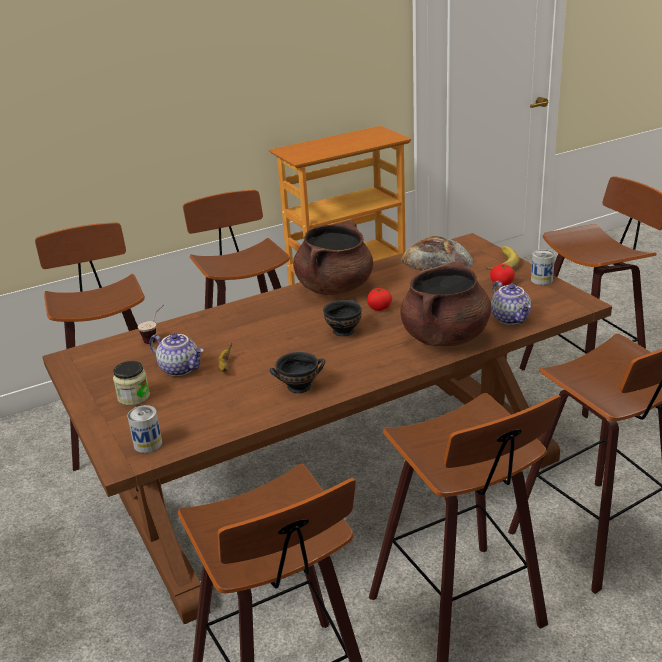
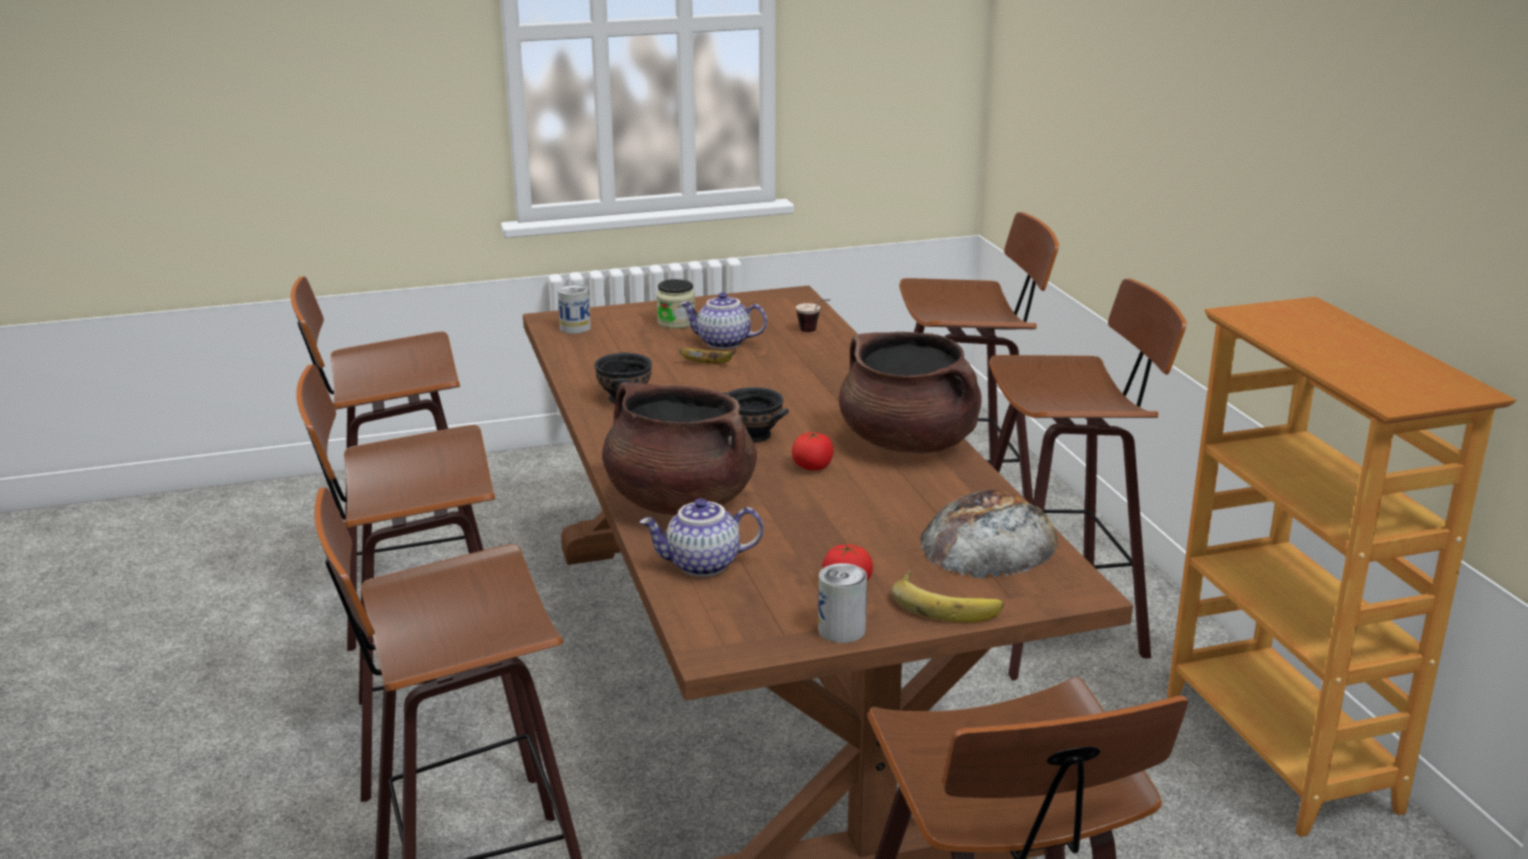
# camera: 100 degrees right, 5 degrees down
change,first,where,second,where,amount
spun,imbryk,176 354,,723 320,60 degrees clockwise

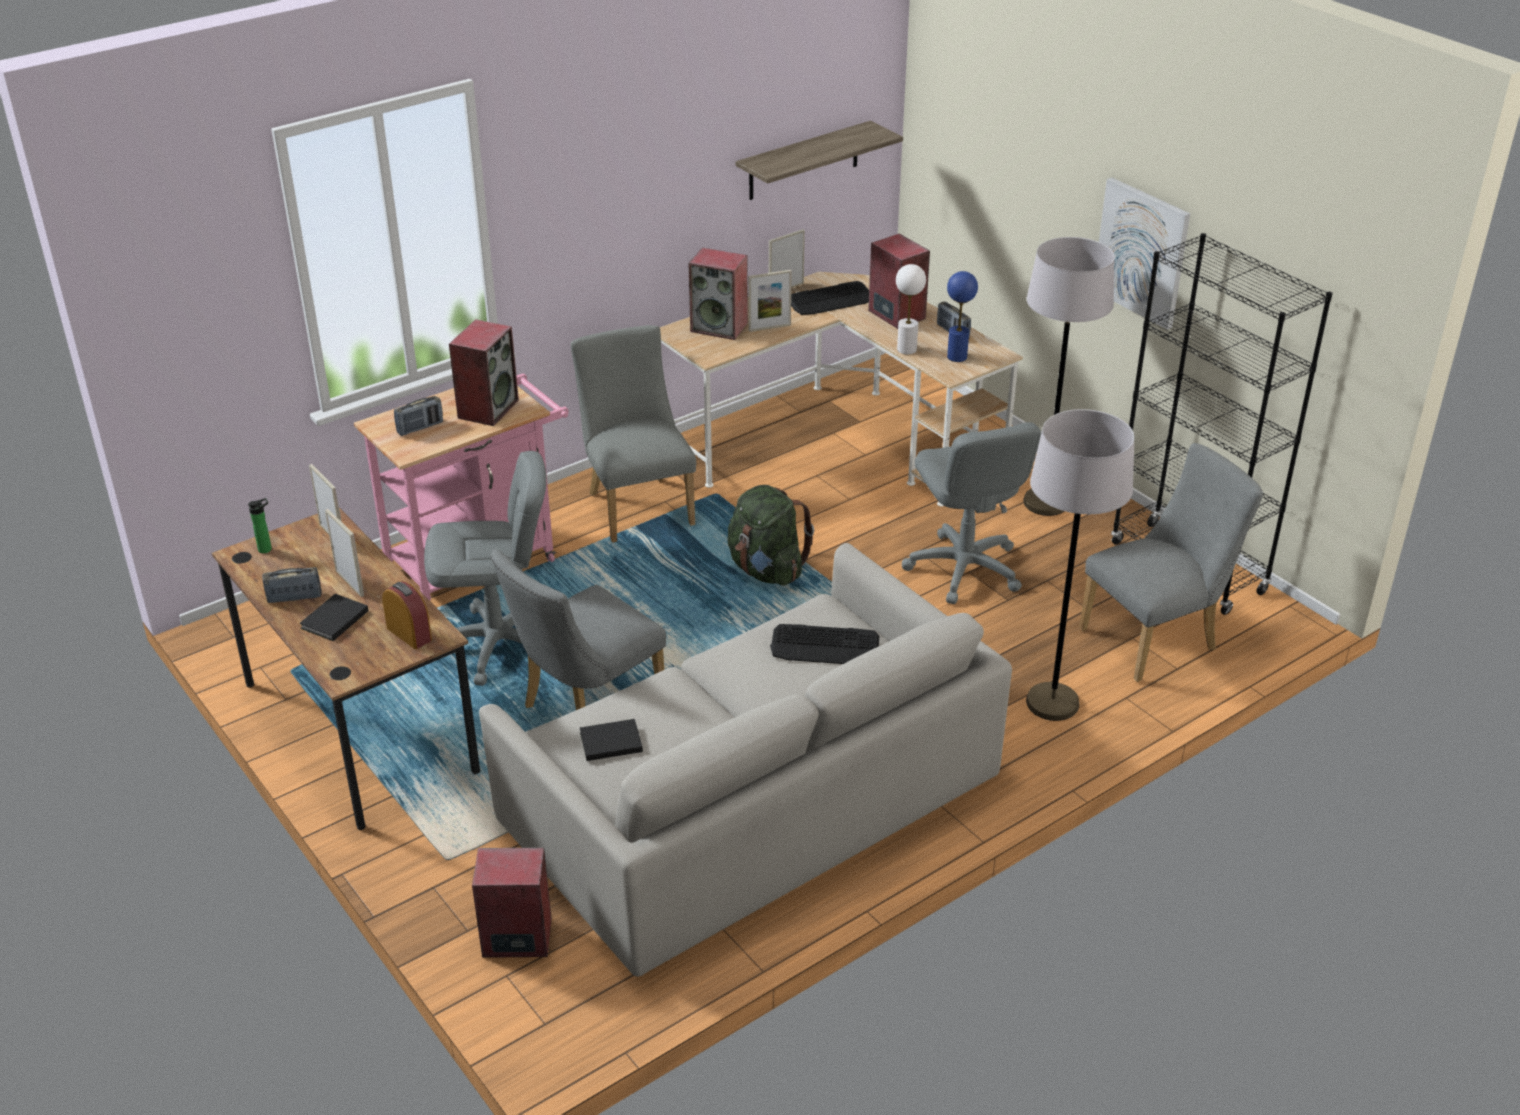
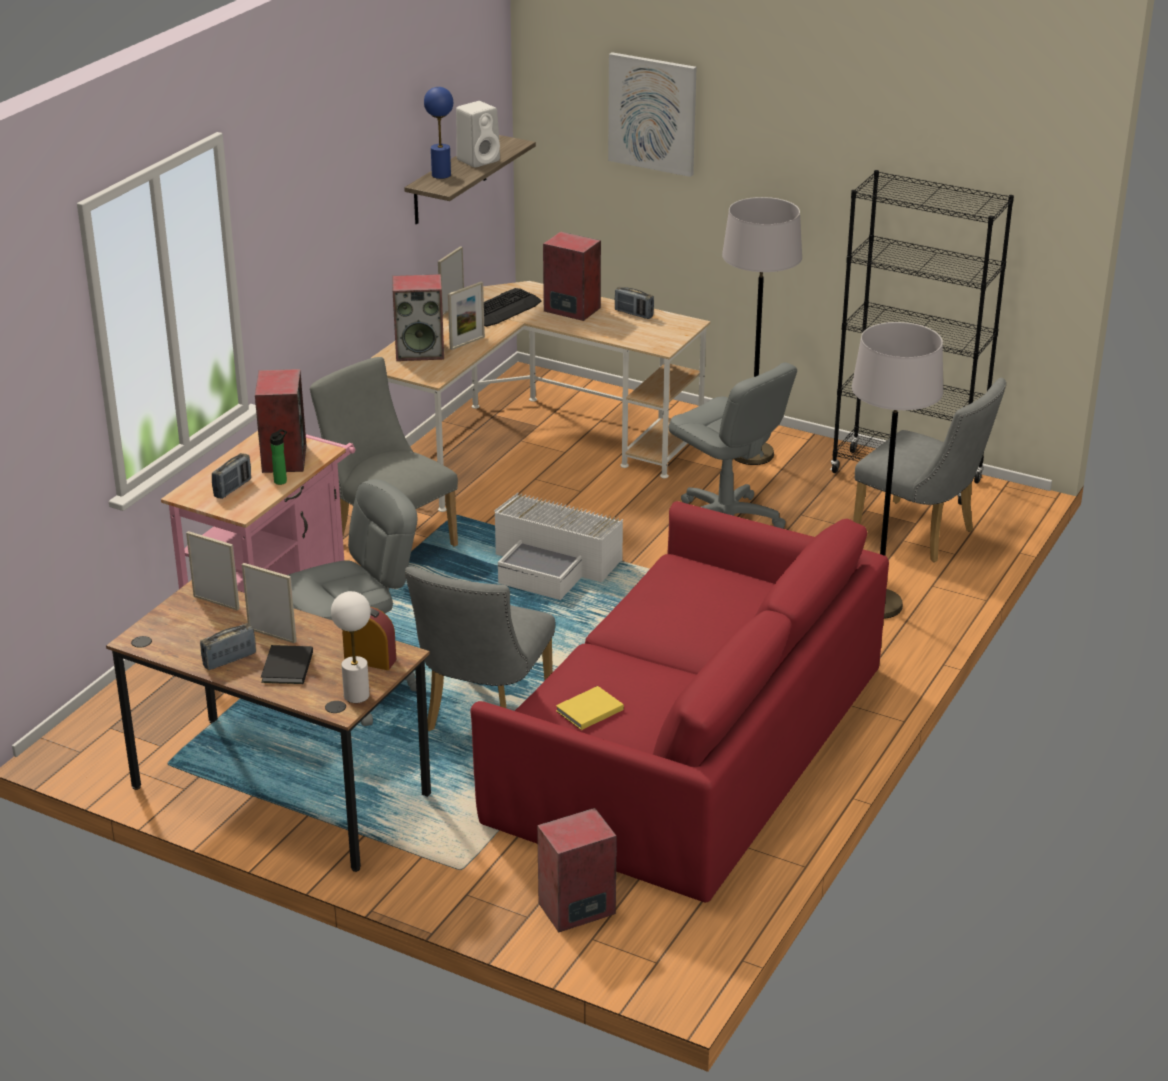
# camera: 25 degrees left, 5 degrees down
change,first,where,second,where,amount
relocated,butelka,260 525,,278 457,
colour,kanapa/szary,745 760,kanapa/czerwony,679 701,
colour,książka/czarny,611 740,książka/żółty,590 708,
exchanged,plecak/zielony,771 535,pojemnik do przechowywania/biały,558 546,
missing,klawiatura,824 644,,,
relocated,lampa stołowa/biały,911 309,,351 647,
relocated,lampa stołowa/niebieski,962 316,,438 133,
spun,krzesło/szary,1171 562,,929 470,90 degrees clockwise
relocated,obraz,1144 253,,652 114,
appeared,,,głośnik/biały,478 134,

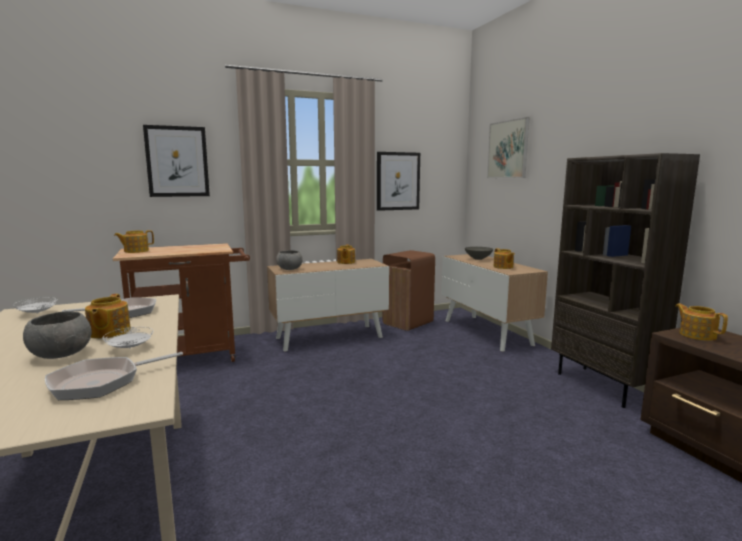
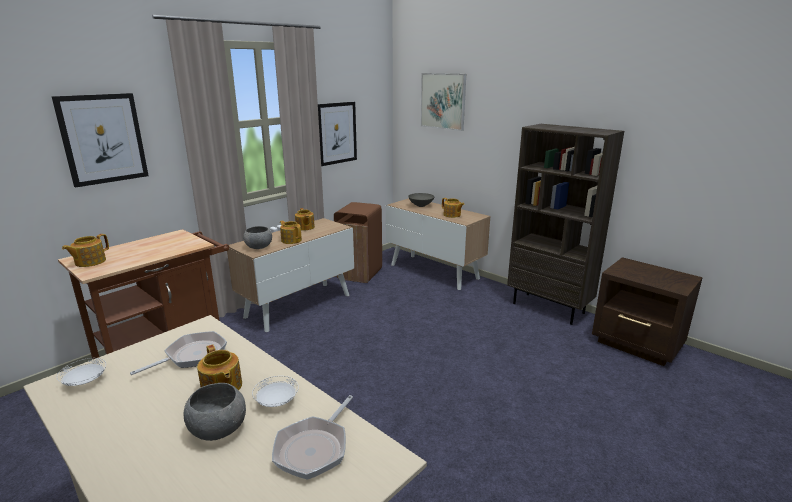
# camera: 25 degrees left, 10 degrees up
change,first,where,second,where,amount
relocated,imbryk,701 322,,291 232,

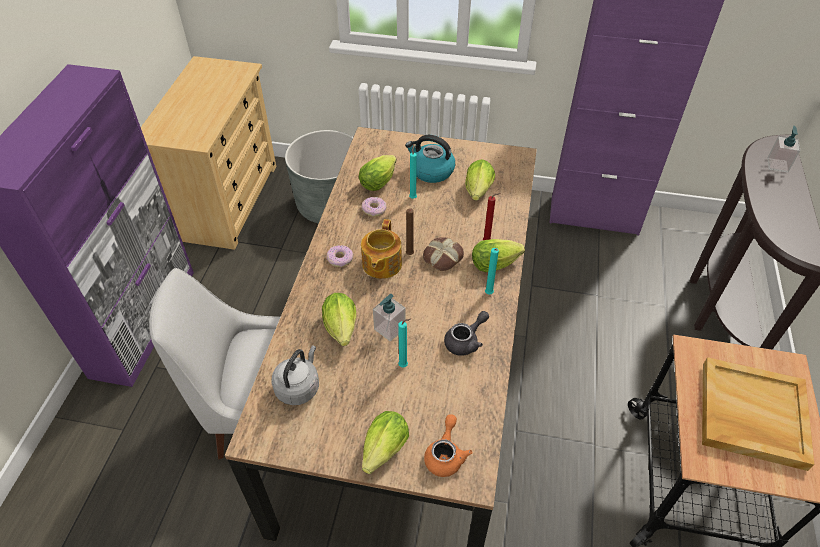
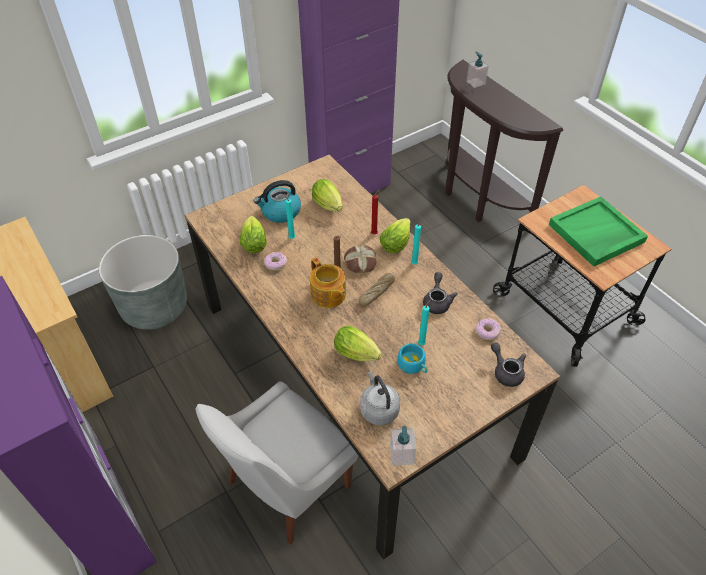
# camera: 45 degrees left, 0 degrees up
change,first,where,second,where,amount
relocated,donut,339 256,,488 329,
missing,sałata,385 442,,,
relocated,dozownik mydła,389 318,,403 446,
colour,imbryk/pomarańczowy,448 445,imbryk/szary,508 364,
colour,taca/beżowy,758 414,taca/zielony,598 232,
appeared,,,chleb,376 290,
appeared,,,filiżanka/turkusowy,412 359,

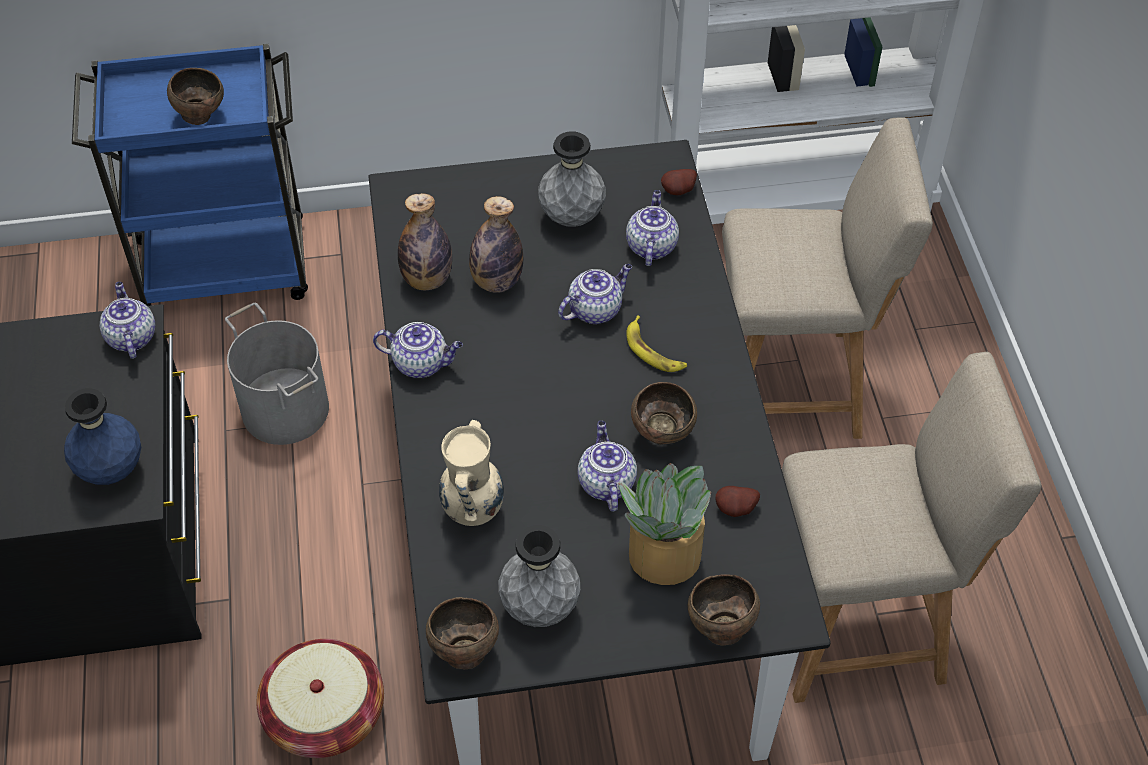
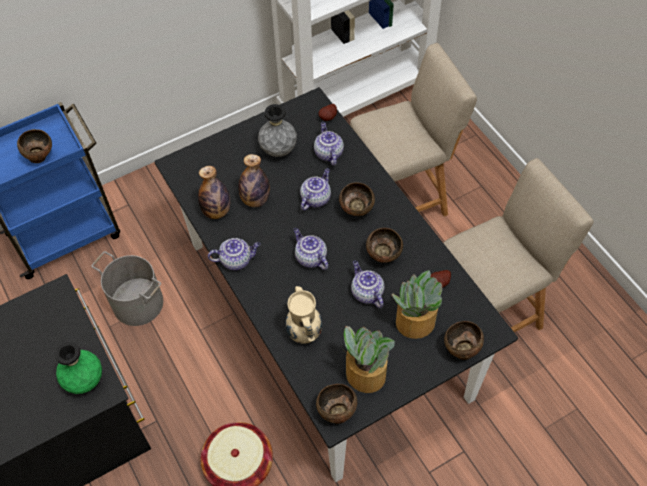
# camera: 20 degrees left, 5 degrees up
change,first,where,second,where,amount
colour,wazon/niebieski,102 436,wazon/zielony,78 368,
relocated,imbryk,127 320,,310 249,
exchanged,wazon/szary,539 576,roślina doniczkowa,367 359,
exchanged,banan,656 343,miska/brązowy,357 199,

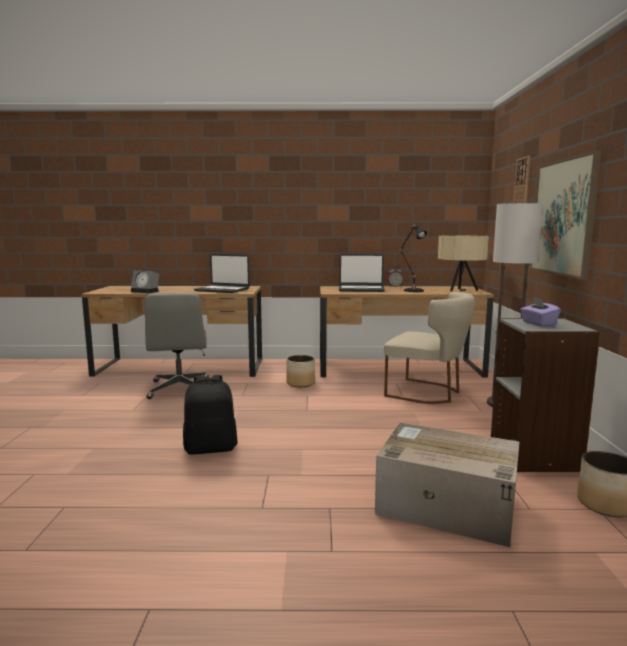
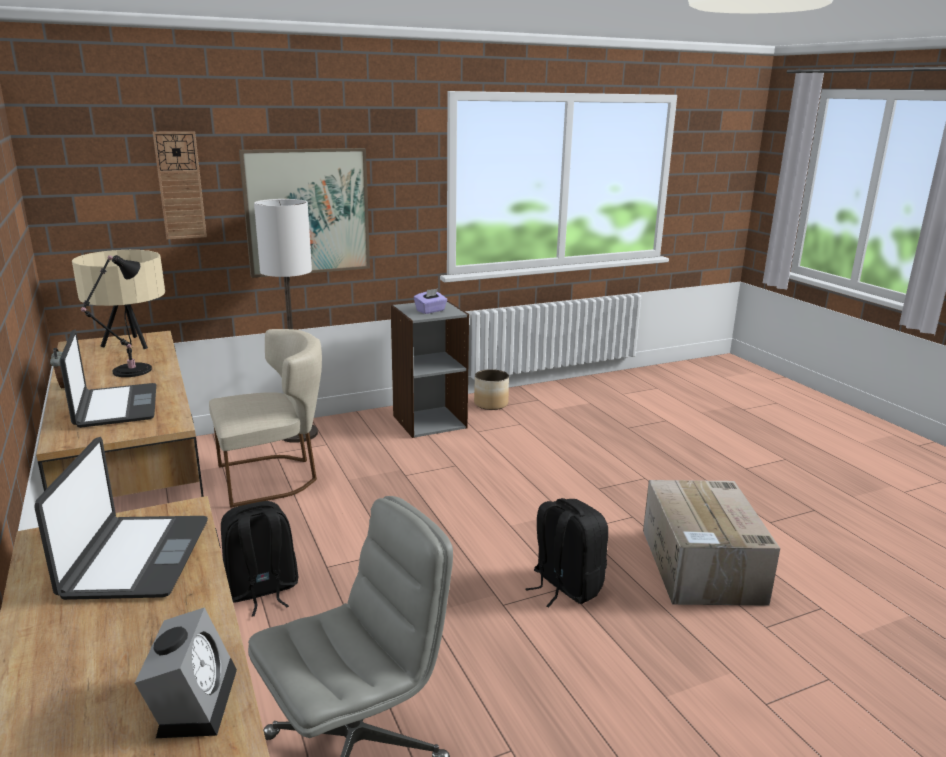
# camera: 115 degrees left, 10 degrees up
change,first,where,second,where,amount
exchanged,donica,300 371,plecak/czarny,259 558,
relocated,karton,447 484,,711 543,
spun,krzesło/beżowy,429 348,,265 418,60 degrees clockwise

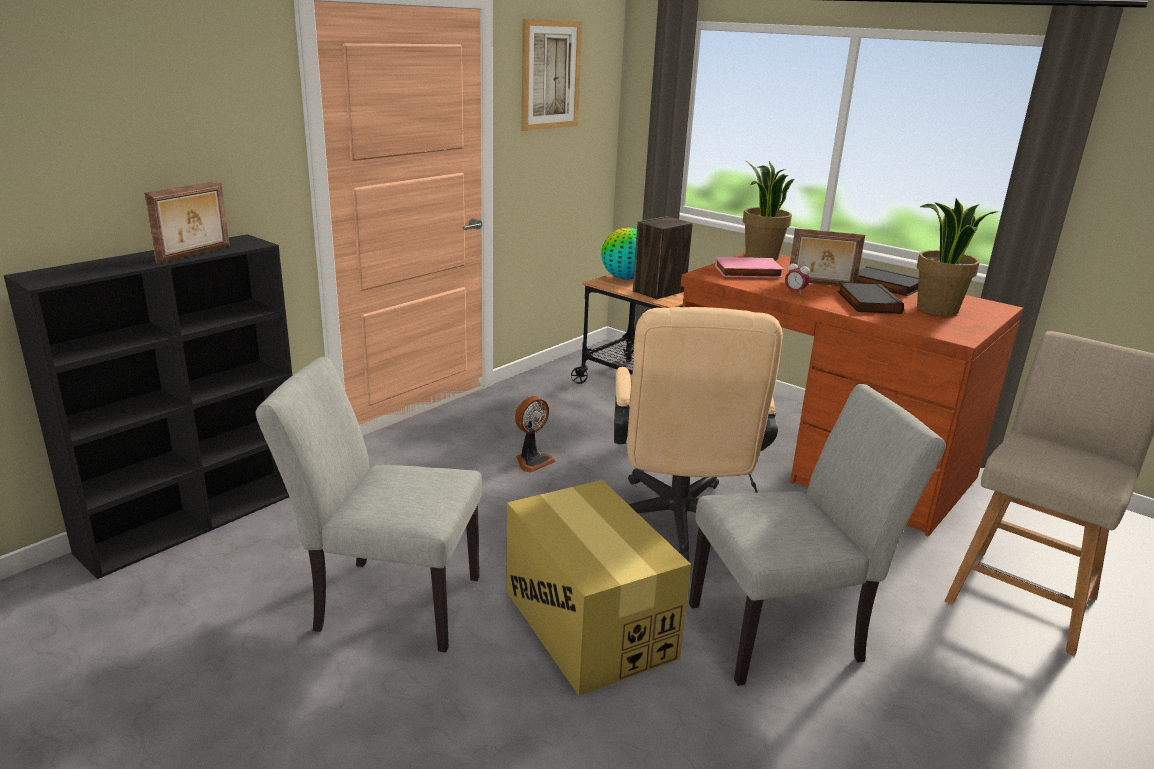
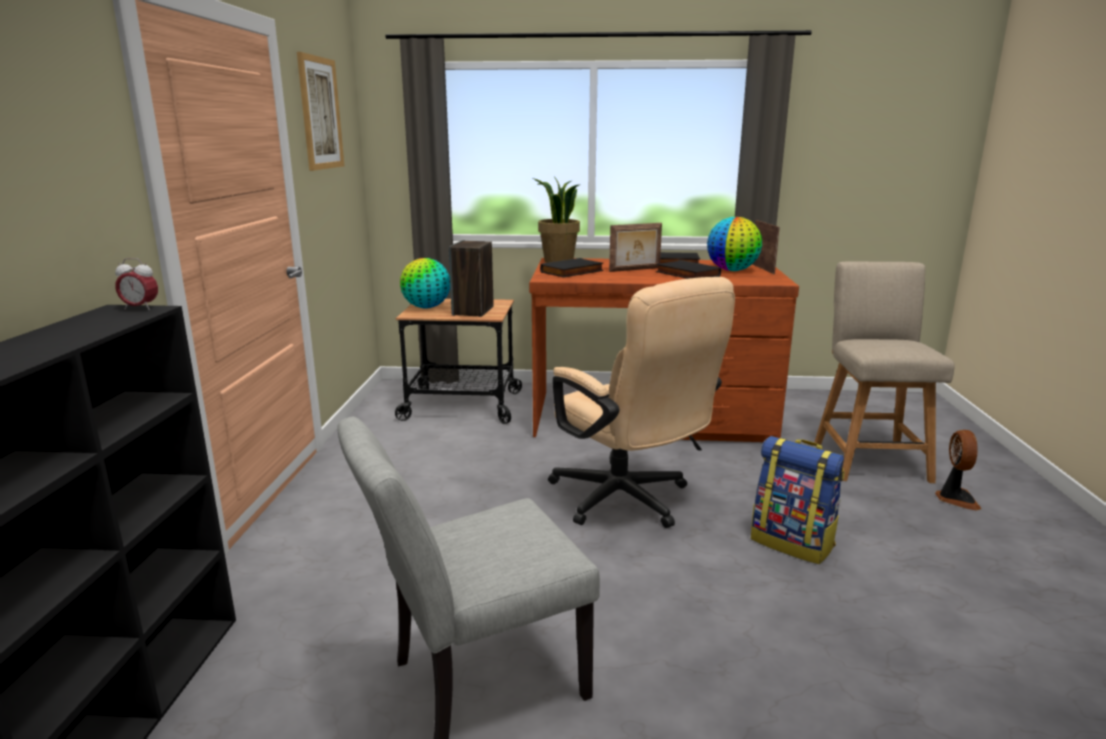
# camera: 35 degrees left, 5 degrees down
change,first,where,second,where,amount
relocated,ramka na zdjęcie,187 222,,766 247,
missing,karton,598 588,,,
relocated,wentylator,535 434,,958 470,
exchanged,krzesło/szary,817 535,plecak,798 500,
colour,książka/różowy,749 267,książka/czarny,572 267,
relocated,budzik,797 277,,136 284,
exchanged,roślina doniczkowa,958 257,globus,734 244,

